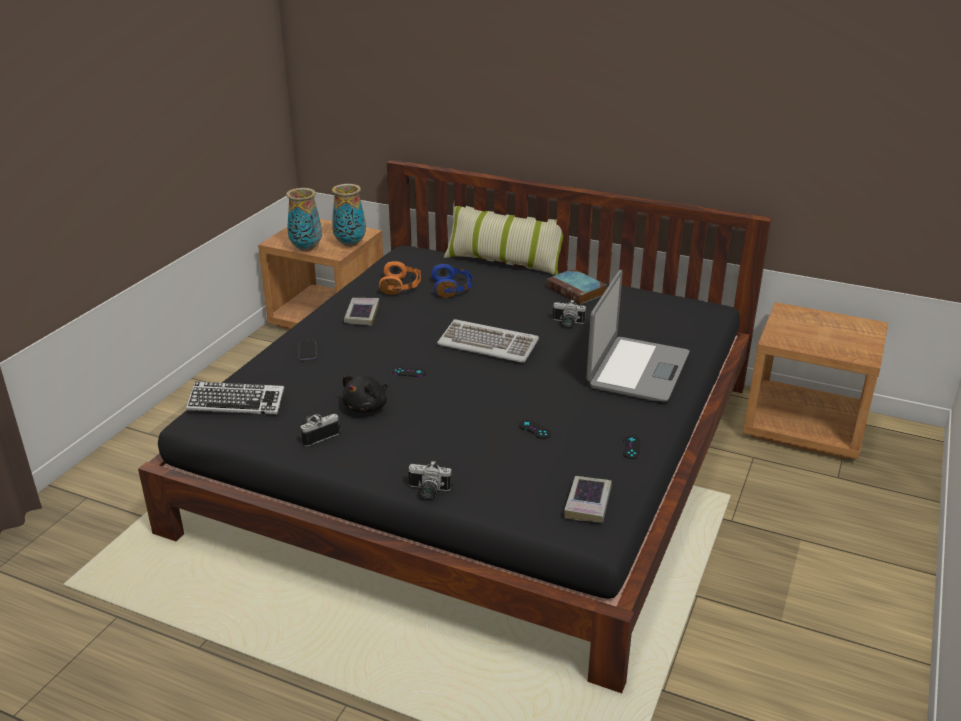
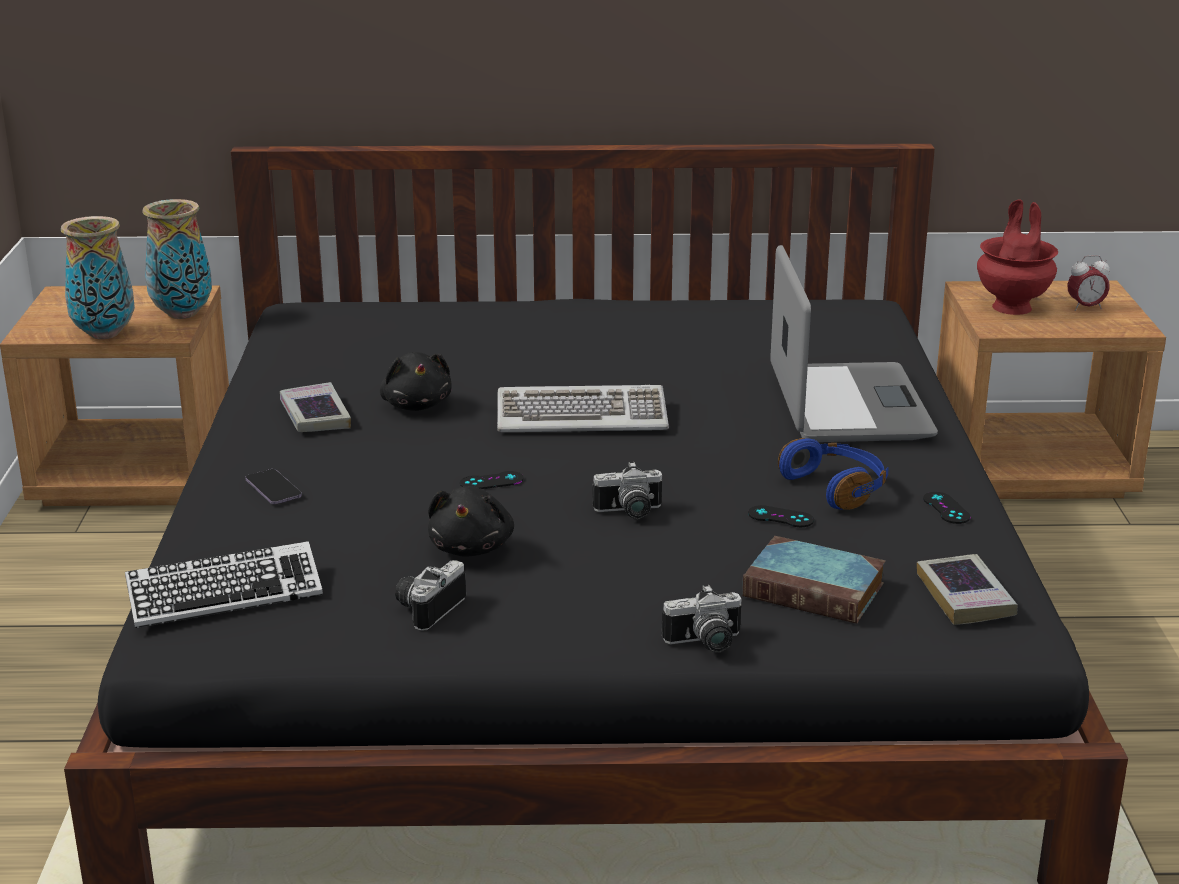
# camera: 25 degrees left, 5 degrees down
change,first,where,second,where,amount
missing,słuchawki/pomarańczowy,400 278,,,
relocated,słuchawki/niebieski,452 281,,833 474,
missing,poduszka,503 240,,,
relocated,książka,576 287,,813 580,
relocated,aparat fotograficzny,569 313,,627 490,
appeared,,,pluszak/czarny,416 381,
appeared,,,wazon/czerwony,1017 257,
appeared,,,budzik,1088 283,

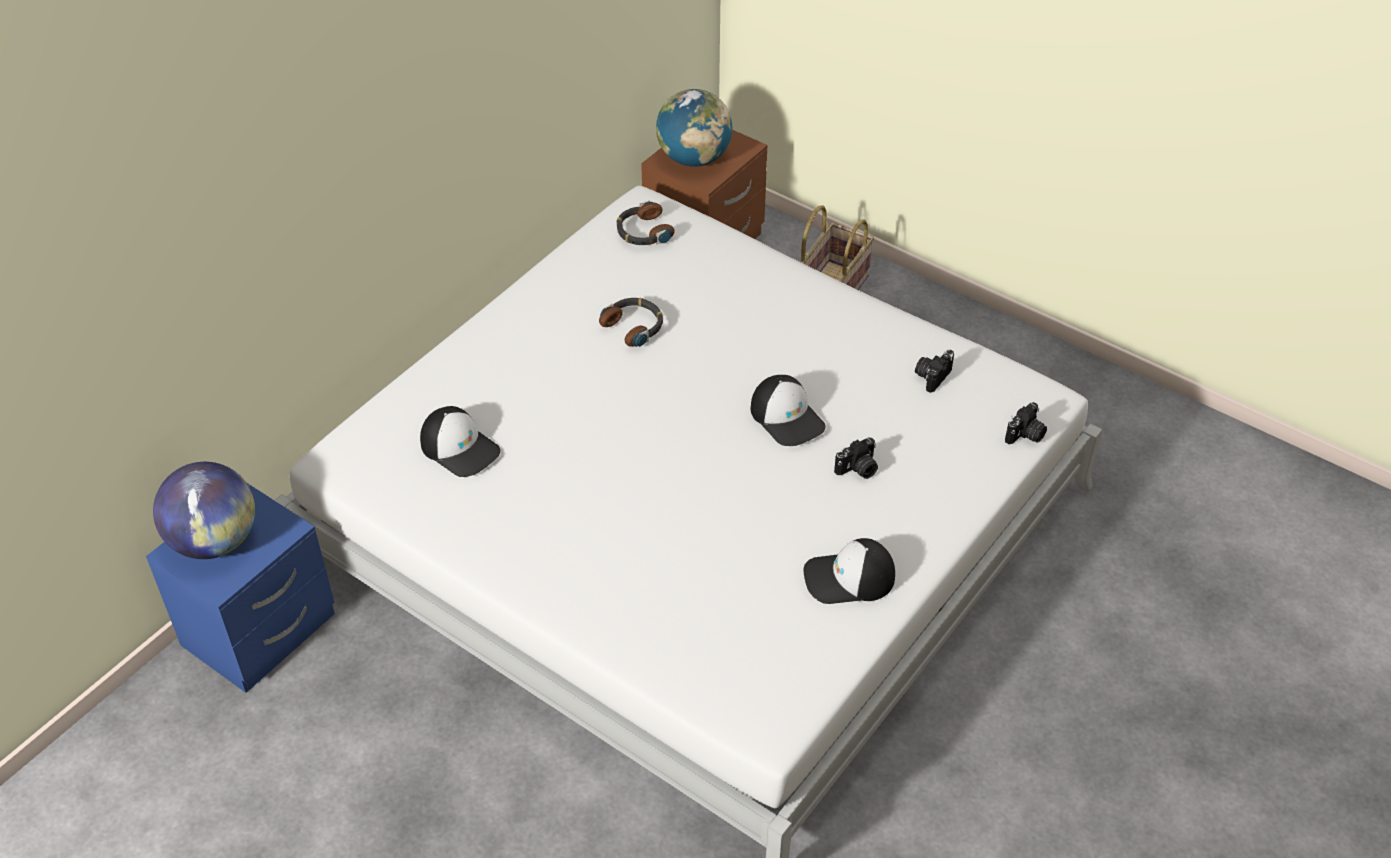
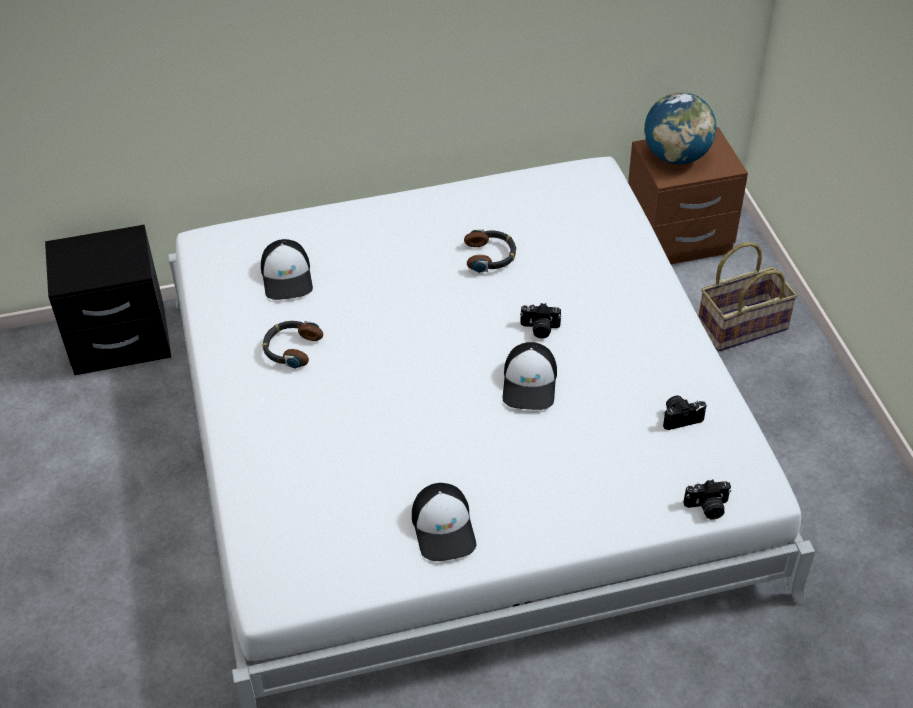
# camera: 40 degrees right, 0 degrees up
change,first,where,second,where,amount
colour,szafka nocna/niebieski,240 587,szafka nocna/czarny,108 300,
missing,globus,204 510,,,
relocated,słuchawki,646 223,,292 345,
spun,czapka z daszkiem,849 571,,444 522,135 degrees counterclockwise
relocated,aparat fotograficzny,856 458,,540 321,

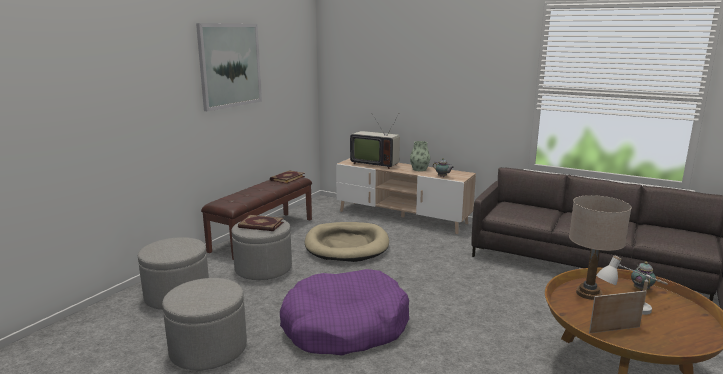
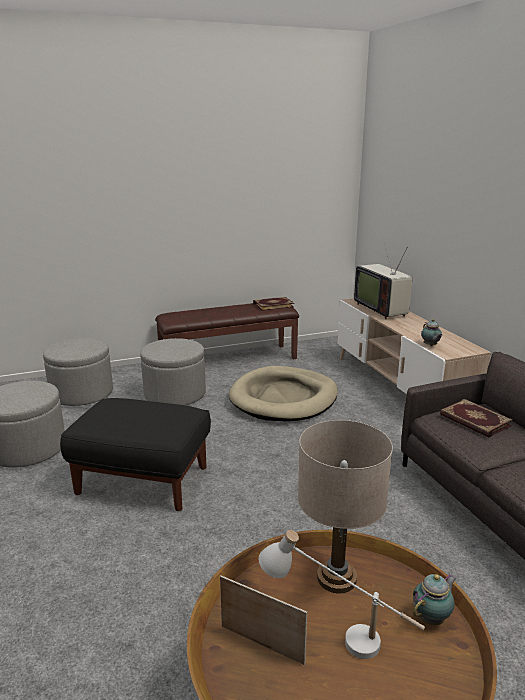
# camera: 40 degrees right, 5 degrees up
change,first,where,second,where,amount
missing,obraz,229 67,,,
relocated,książka,261 223,,476 418,
exchanged,legowisko/fioletowy,344 312,pufa/czarny,135 454,
missing,wazon,420 156,,,

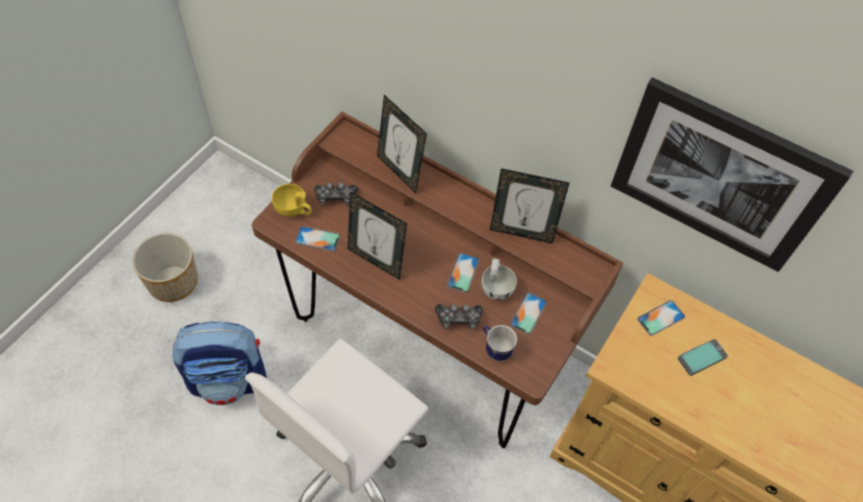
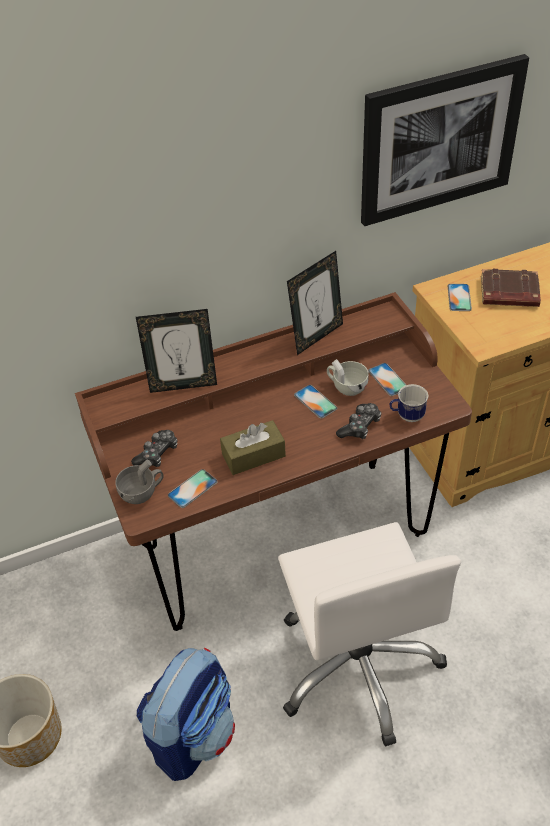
# camera: 50 degrees left, 10 degrees down
change,first,where,second,where,amount
colour,filiżanka/żółty,292 200,filiżanka/szary,139 482,
exchanged,ramka na zdjęcie,377 235,pudełko chusteczek/brązowy,253 447,
exchanged,telefon,703 357,książka/brązowy,511 288,

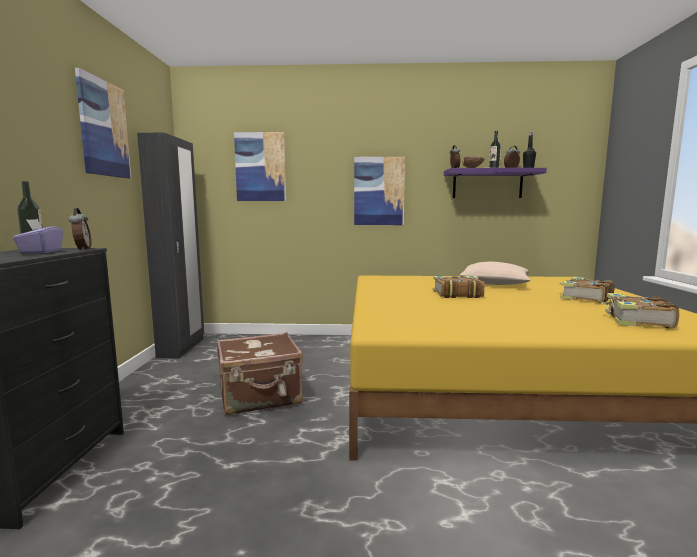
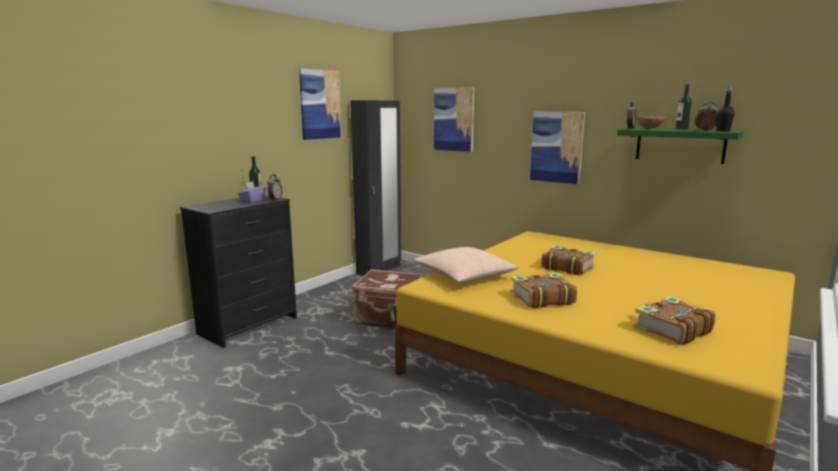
# camera: 35 degrees right, 5 degrees up
change,first,where,second,where,amount
colour,półka/fioletowy,495 183,półka/zielony,680 146,
relocated,poduszka/beżowy,495 273,,466 265,
relocated,książka,587 290,,543 290,

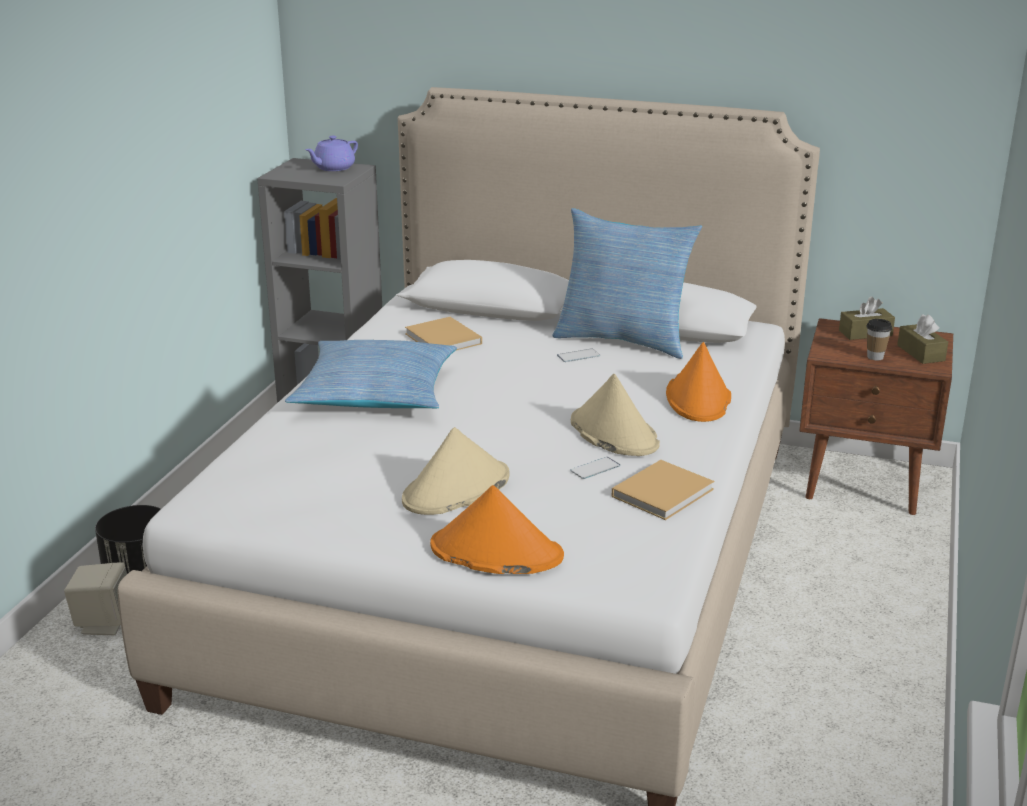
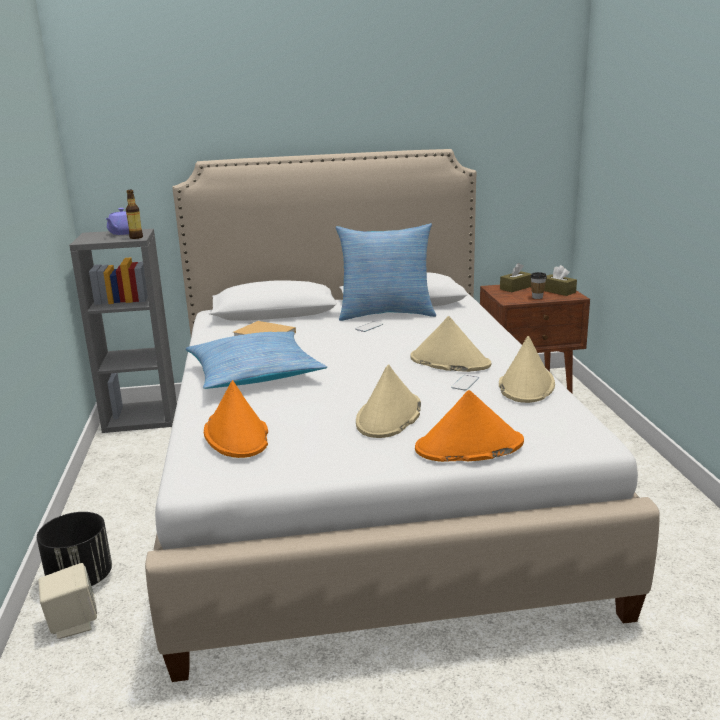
# camera: 25 degrees left, 5 degrees down
change,first,where,second,where,amount
exchanged,książka/beżowy,662 490,kapelusz/beżowy,527 369,
relocated,kapelusz/pomarańczowy,698 382,,236 419,
appeared,,,butelka,134 214,

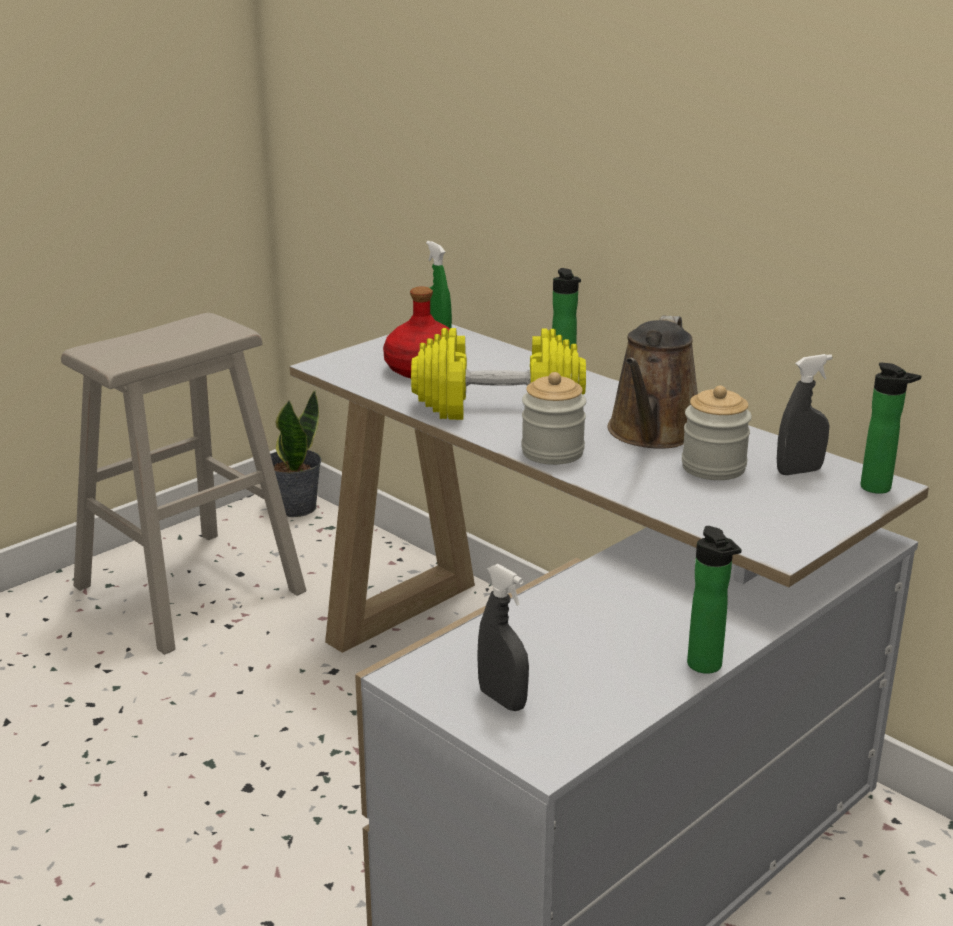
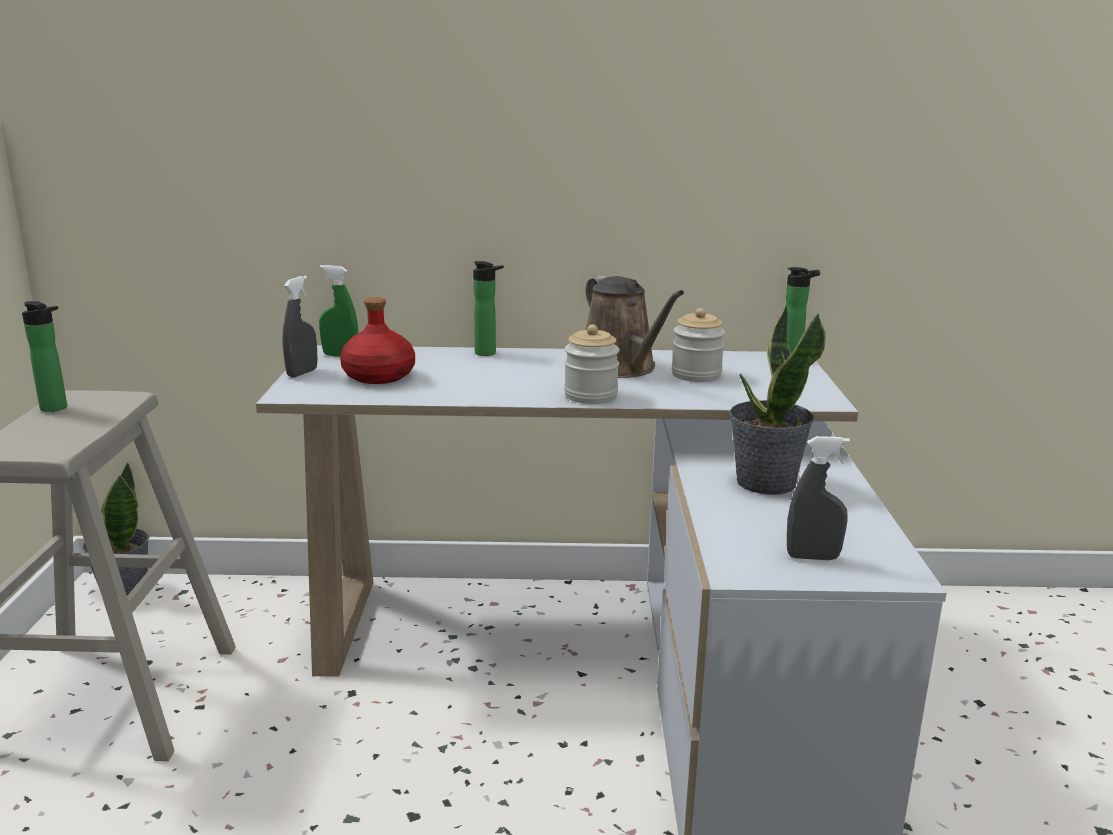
# camera: 45 degrees left, 5 degrees down
change,first,where,second,where,amount
missing,hantel/żółty,498 374,,,
relocated,butelka,714 600,,44 356,
relocated,spryskiwacz/szary,804 414,,300 326,
appeared,,,roślina doniczkowa,777 400,

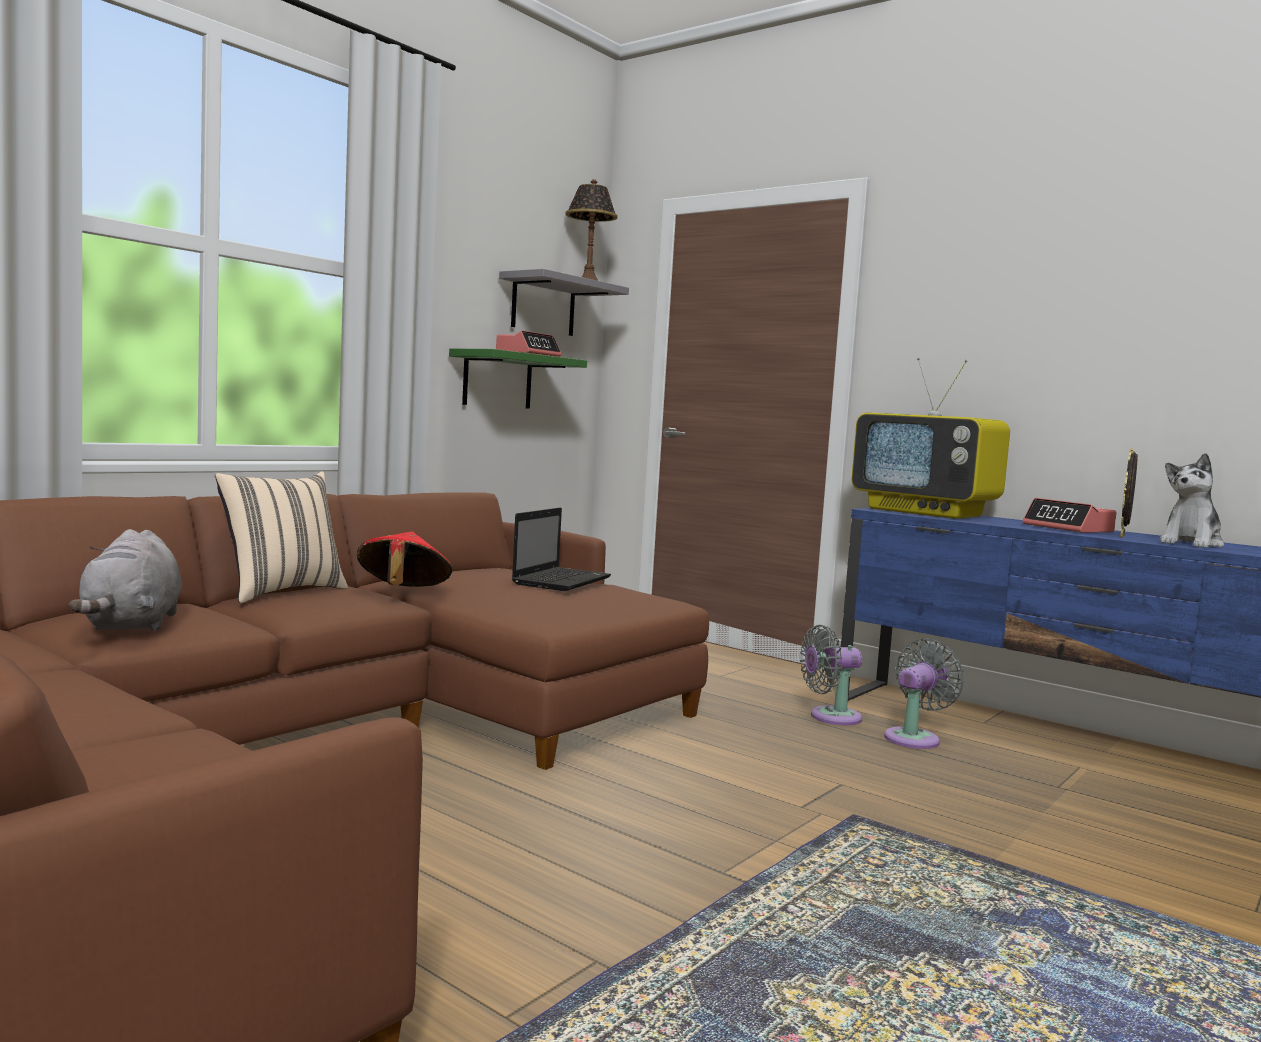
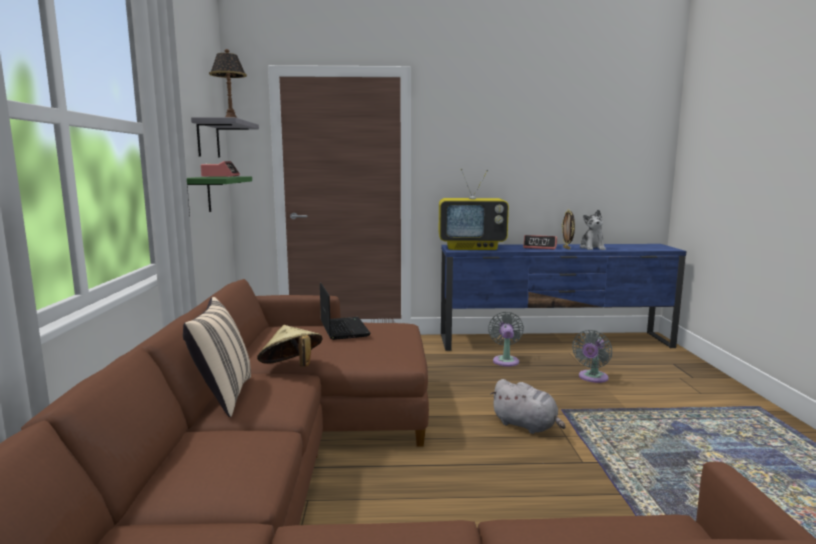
# camera: 40 degrees left, 5 degrees up
change,first,where,second,where,amount
relocated,pluszak/szary,125 580,,528 406,
colour,kapelusz/czerwony,405 559,kapelusz/beżowy,289 346,
relocated,wentylator/szary,831 675,,592 356,

